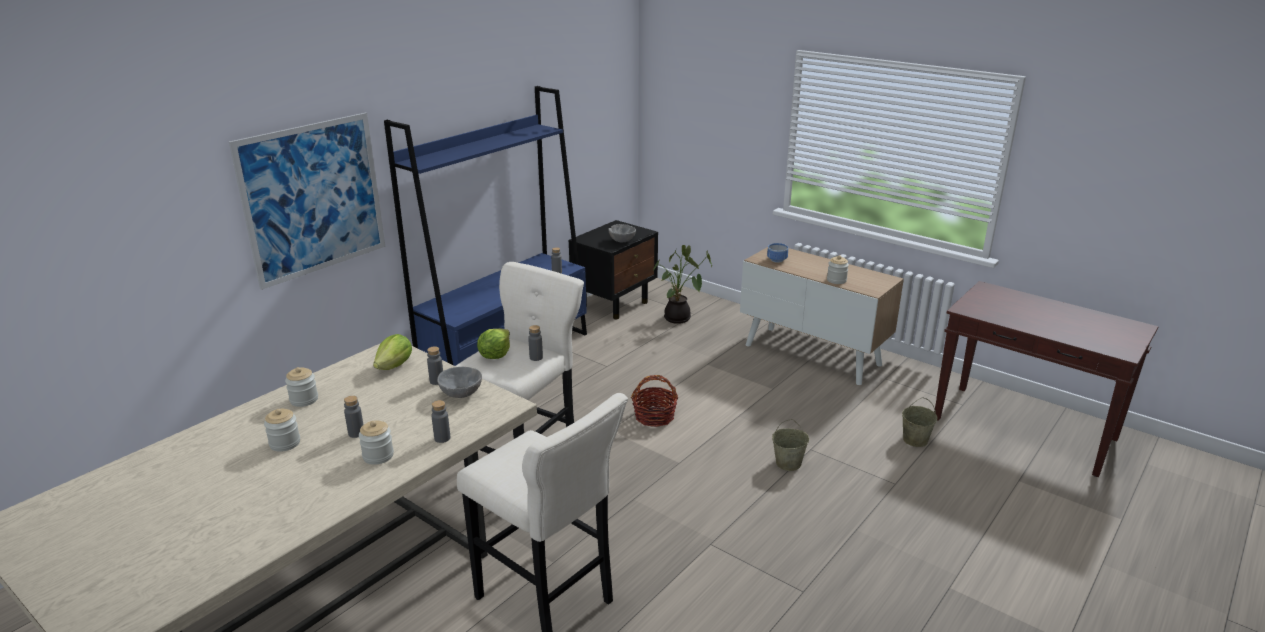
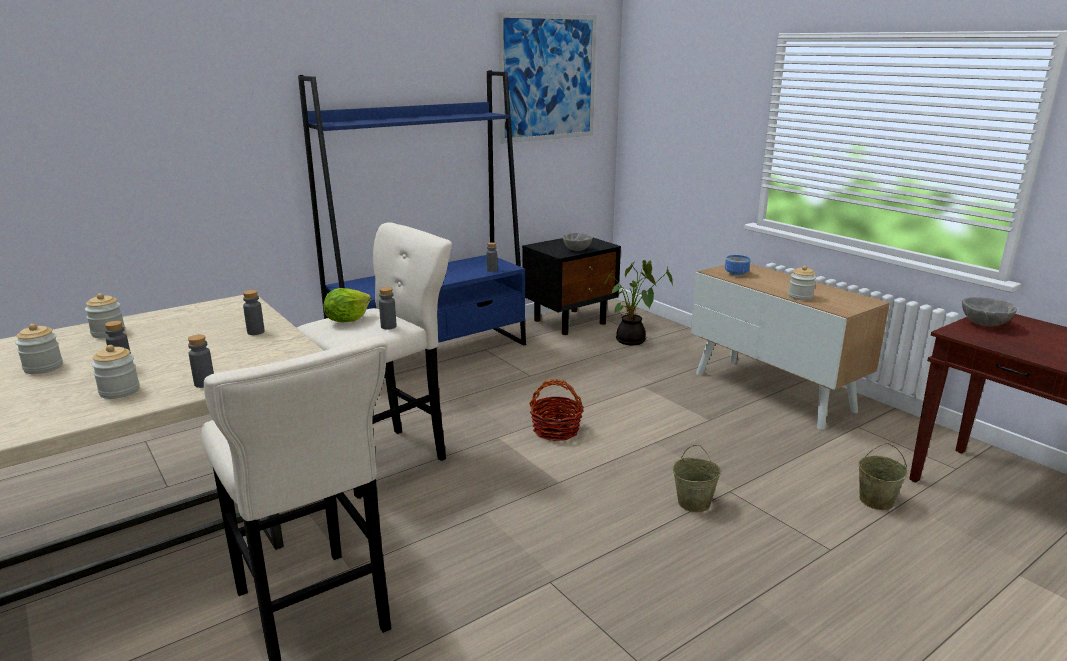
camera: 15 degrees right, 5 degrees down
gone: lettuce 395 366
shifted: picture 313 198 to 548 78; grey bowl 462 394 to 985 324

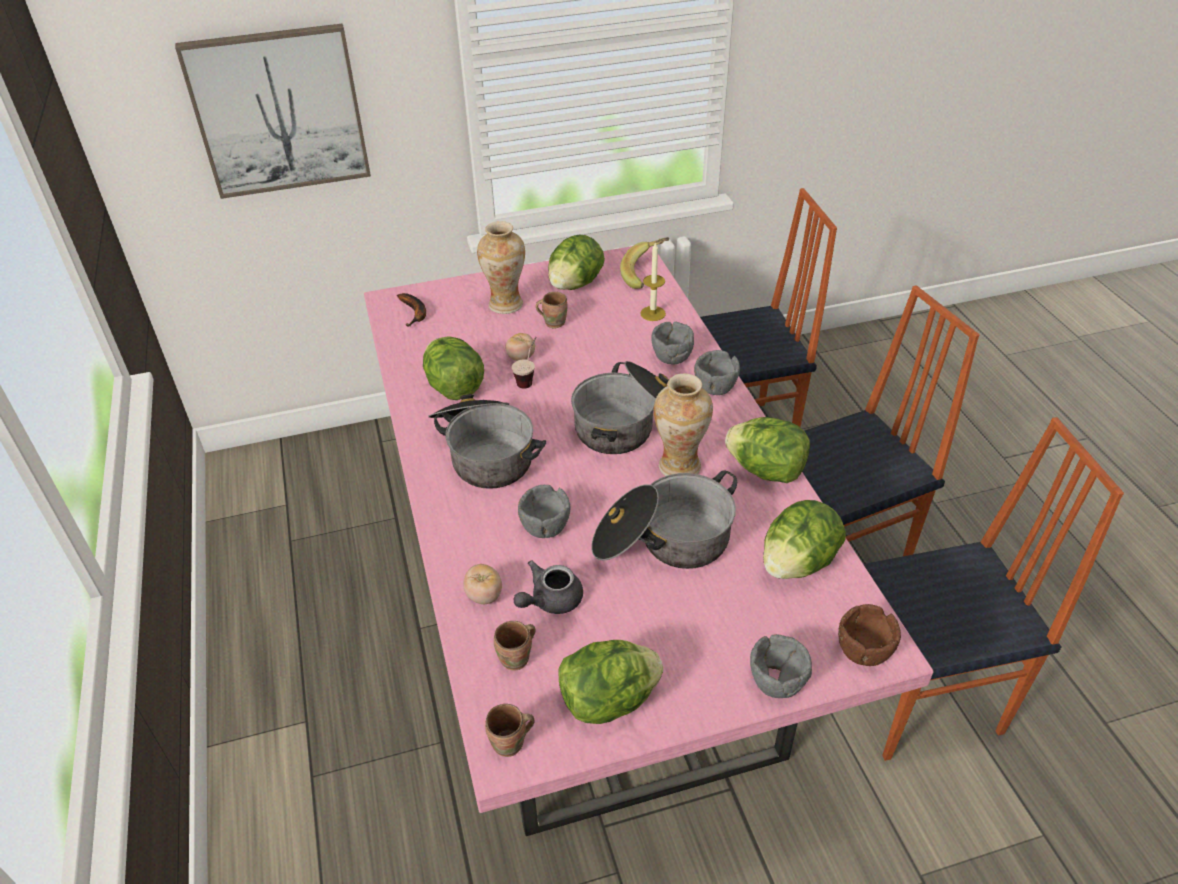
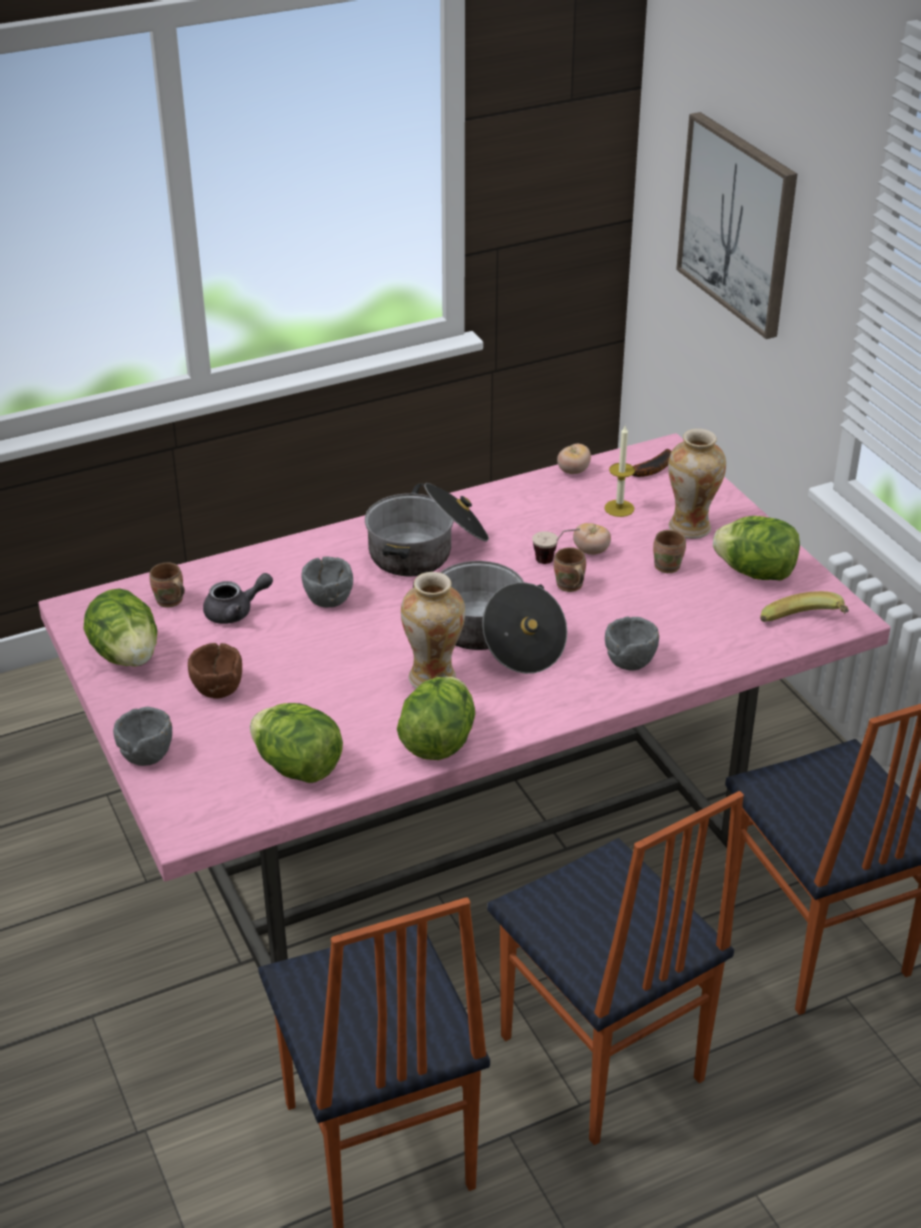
camera: 80 degrees right, 5 degrees down
gone: lettuce 454 387; cooking pot 663 541; grey bowl 715 387
shifted: tomato 484 595 to 573 471; brown mug 510 744 to 569 587; candle 653 313 to 619 508; brown bowl 863 651 to 217 688
rotated: grey teapot 550 600 = 236 612 120 degrees clockwise

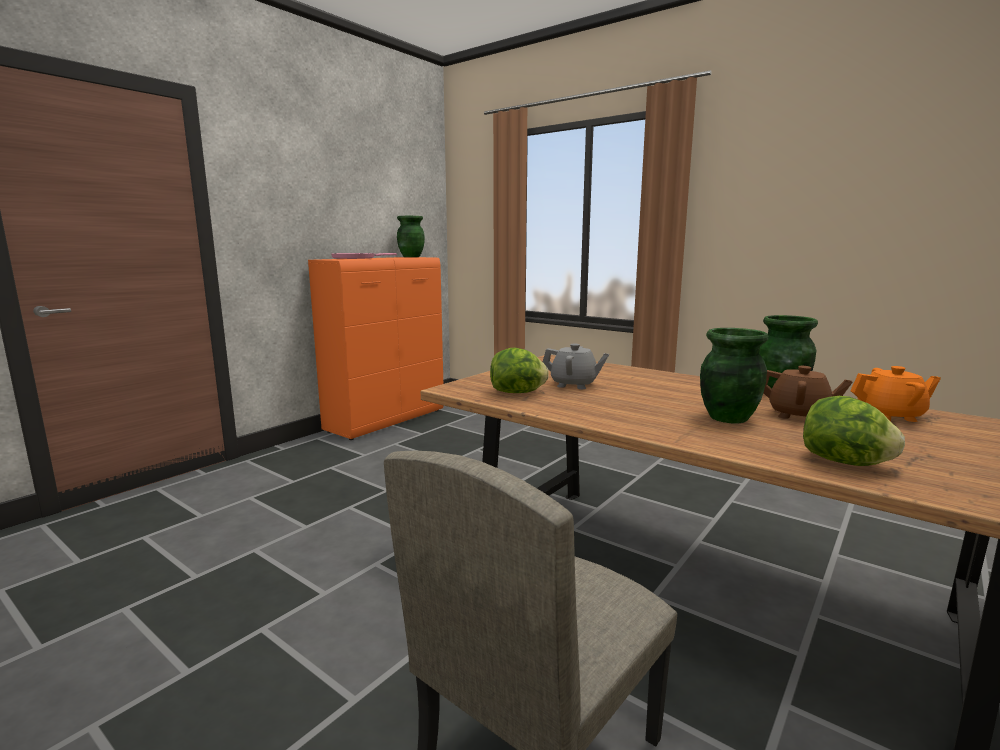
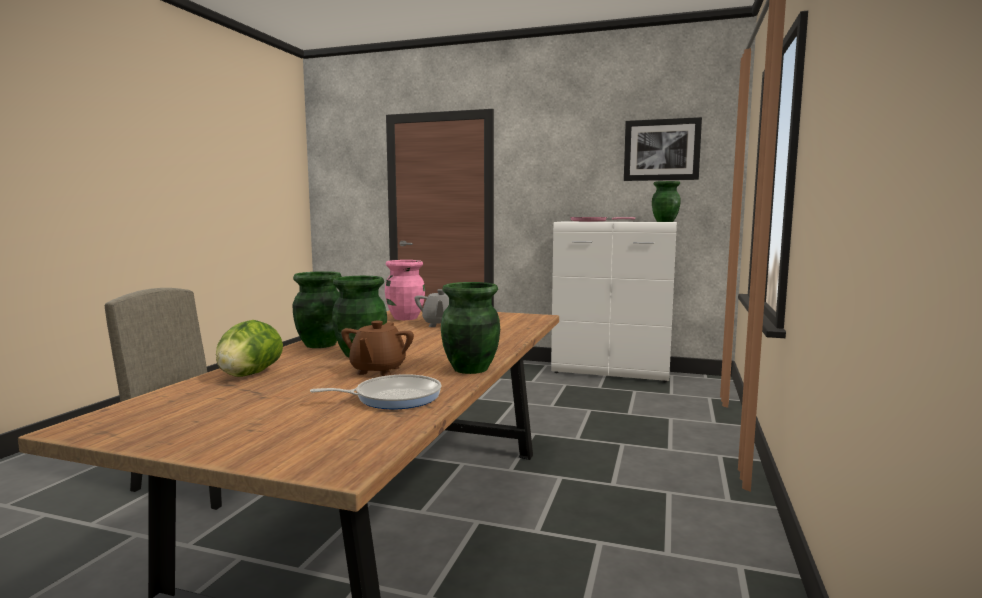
camera: 70 degrees right, 5 degrees down
new: green vase 319 345; picture 661 150
swapped: lettuce 518 393 to pink vase 405 318; orange teapot 890 416 to frying pan 393 397
repainted: orange cabinet 387 420 to white cabinet 611 373

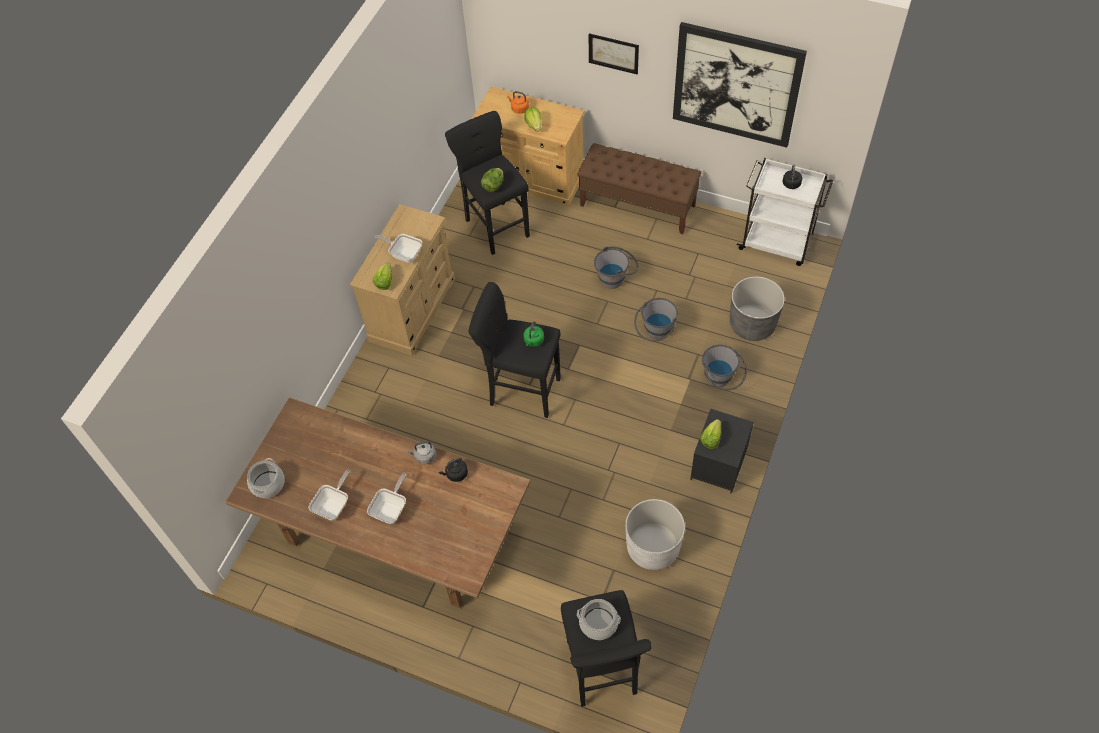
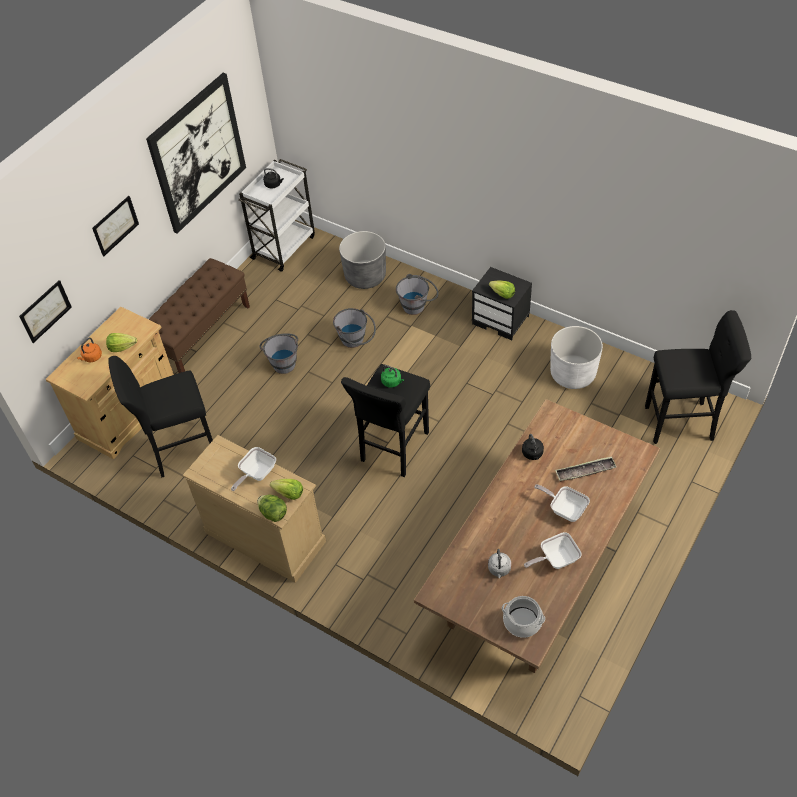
camera: 80 degrees left, 5 degrees down
gone: cooking pot 598 623
new: picture 45 311; tray 585 471
shifted: grey kettle 424 456 to 499 569; lettuce 493 186 to 273 513
rotated: frying pan 334 505 = 555 559 60 degrees counterclockwise

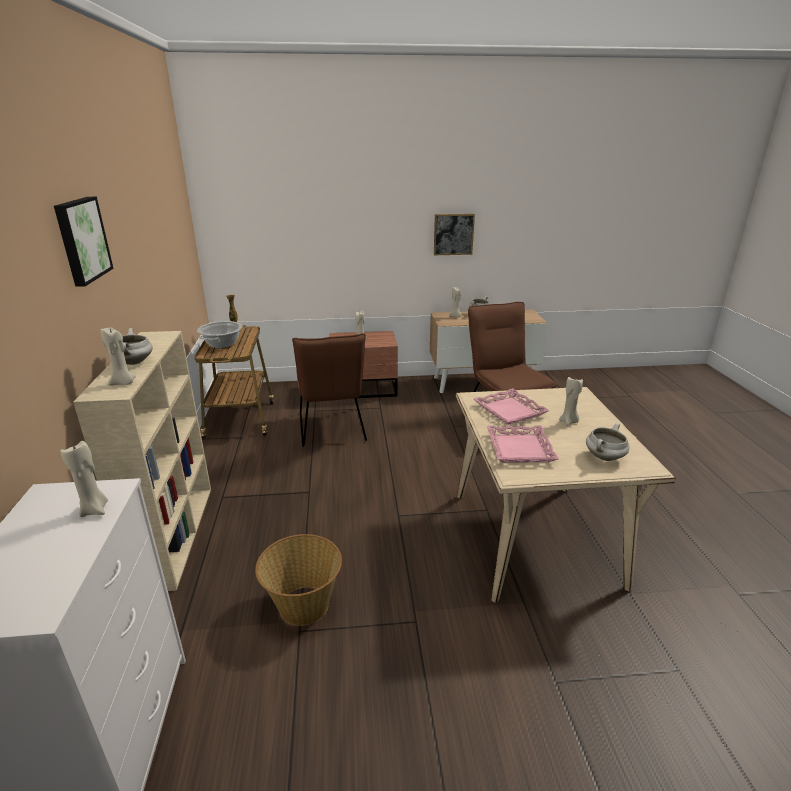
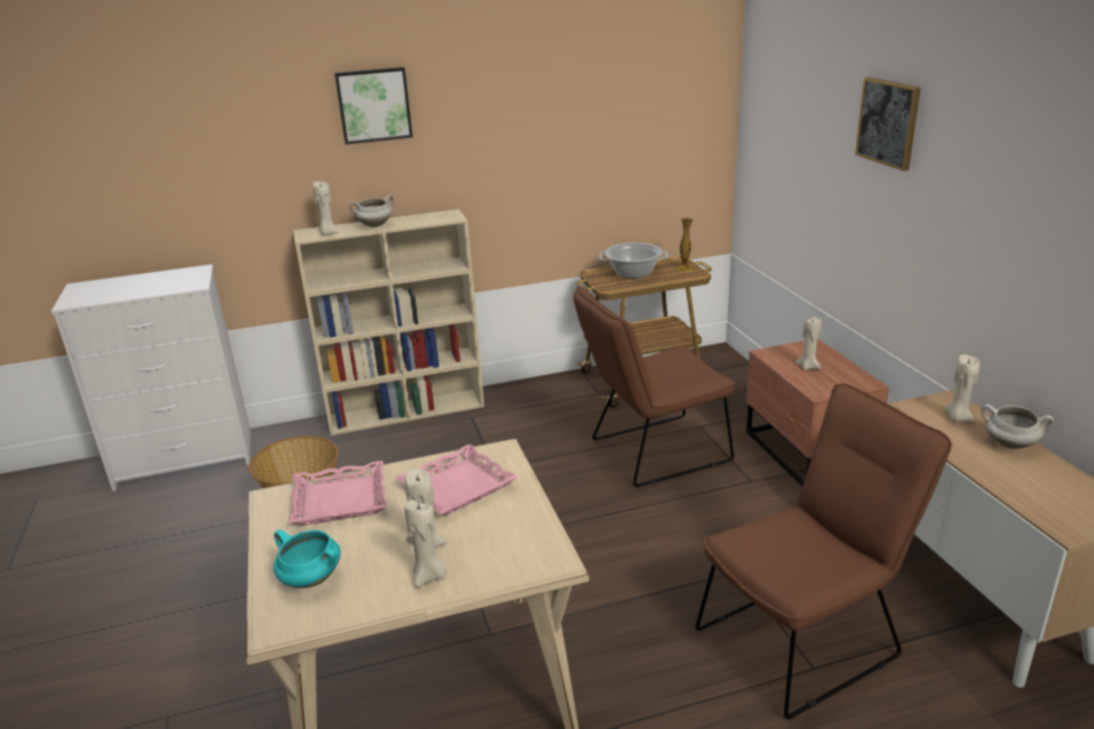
camera: 80 degrees right, 0 degrees up
shifted: beige candle 95 509 to 429 576; picture 453 234 to 888 122
repainted: white cooking pot 604 457 to turquoise cooking pot 310 579

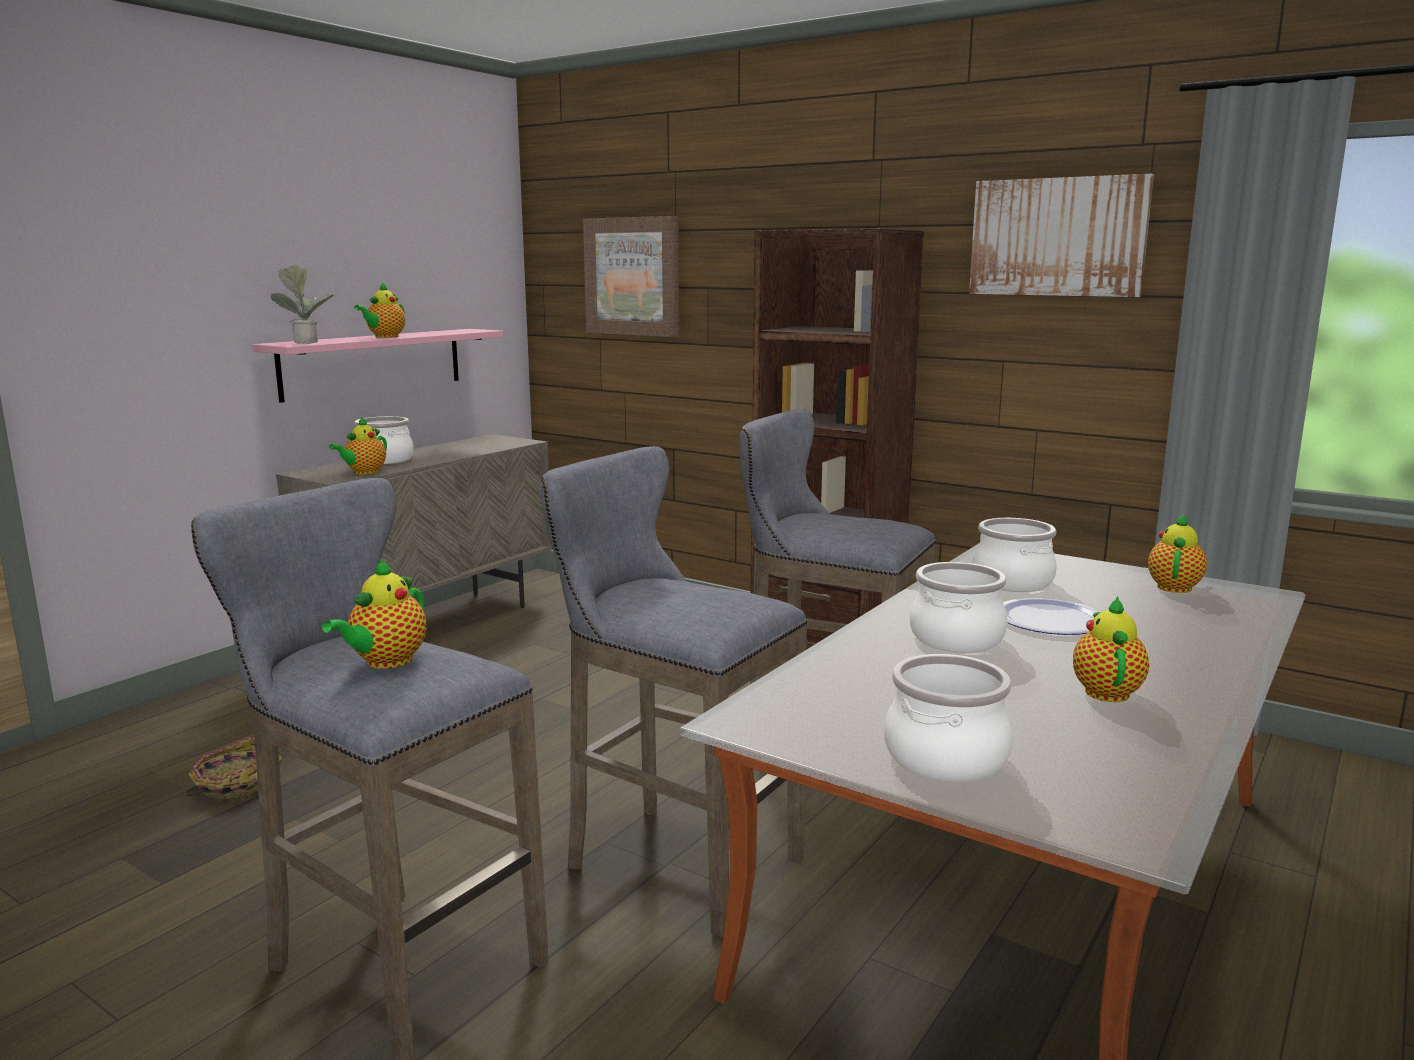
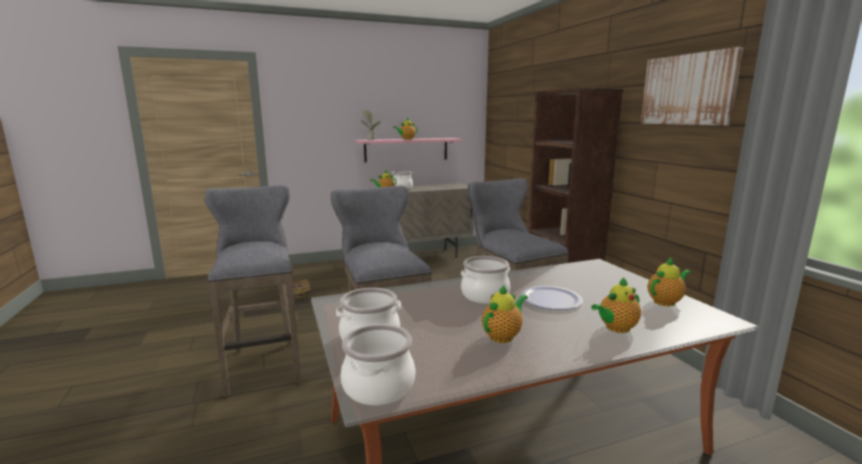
camera: 35 degrees right, 0 degrees up
gone: picture 633 276
shifted: teapot 385 662 to 615 328; cooking pot 1013 582 to 379 386

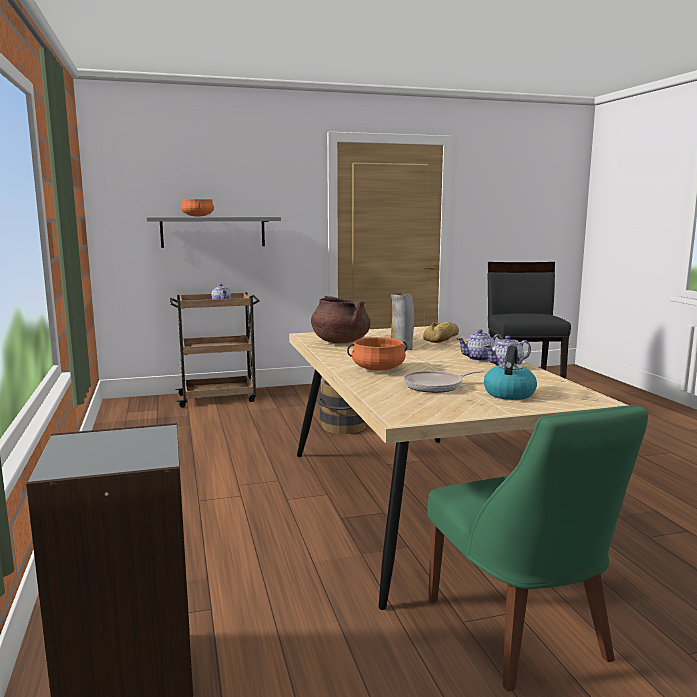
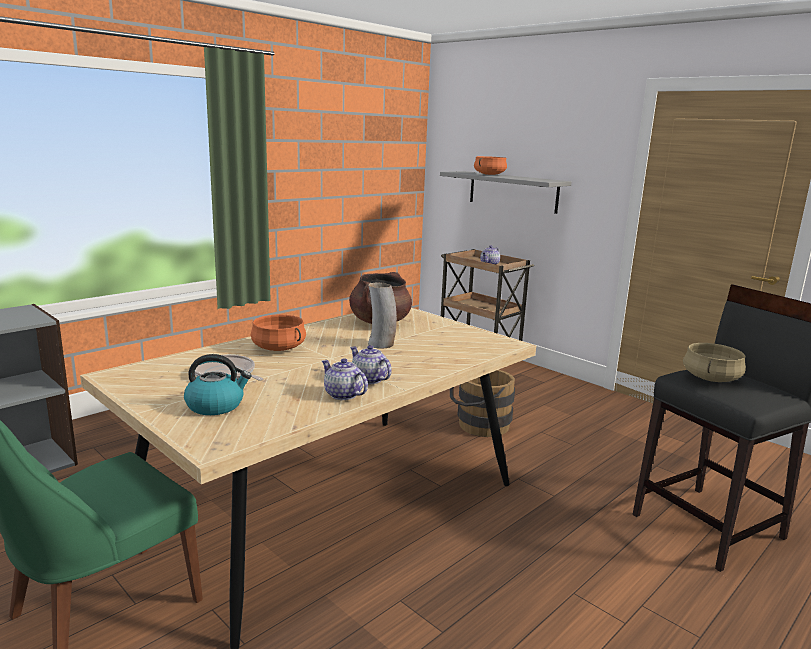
camera: 60 degrees right, 5 degrees up
gone: bread 443 338
new: beige cooking pot 711 378

